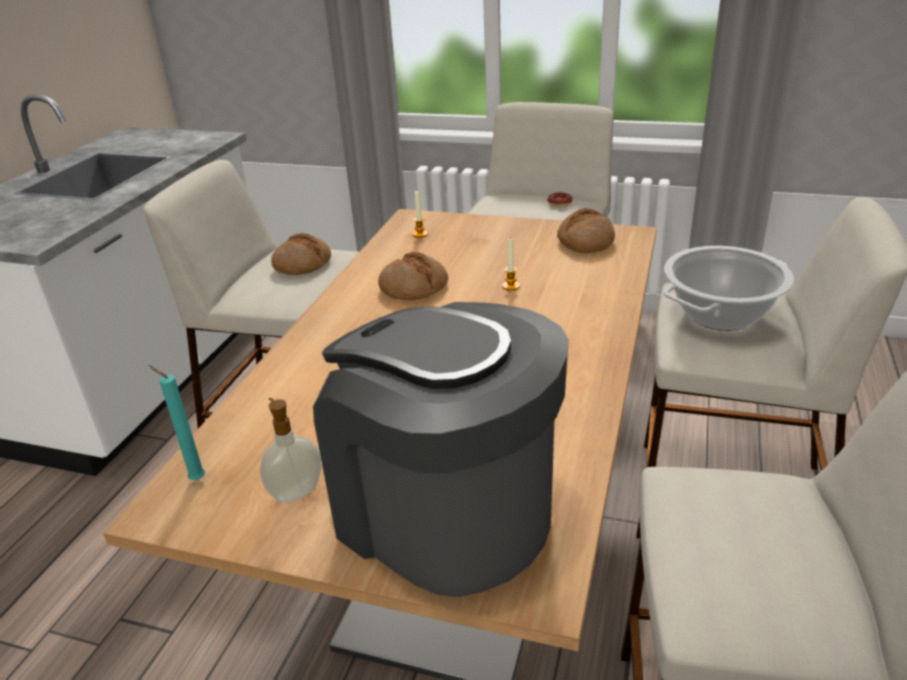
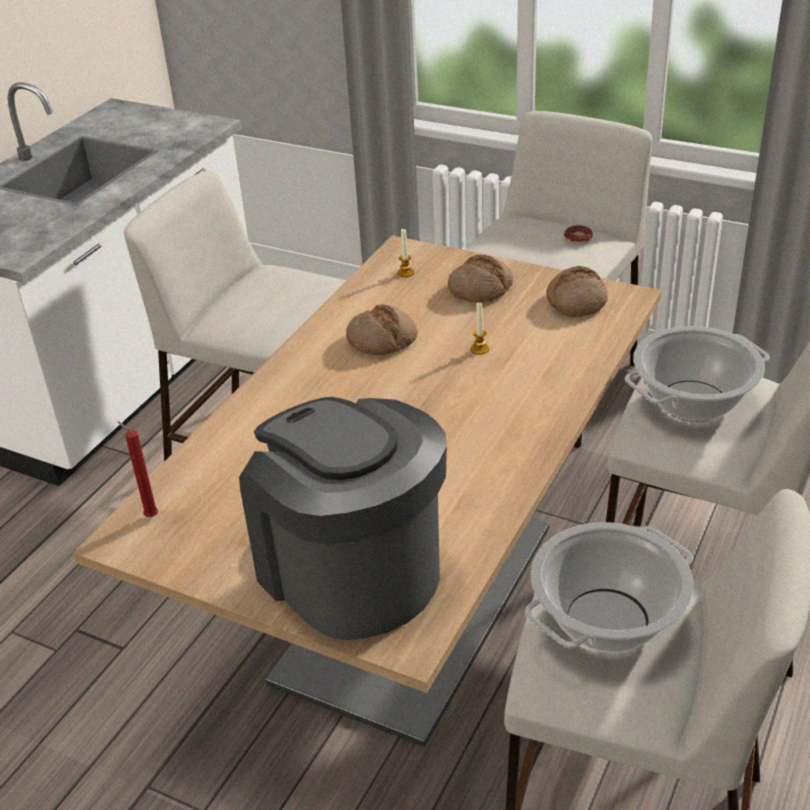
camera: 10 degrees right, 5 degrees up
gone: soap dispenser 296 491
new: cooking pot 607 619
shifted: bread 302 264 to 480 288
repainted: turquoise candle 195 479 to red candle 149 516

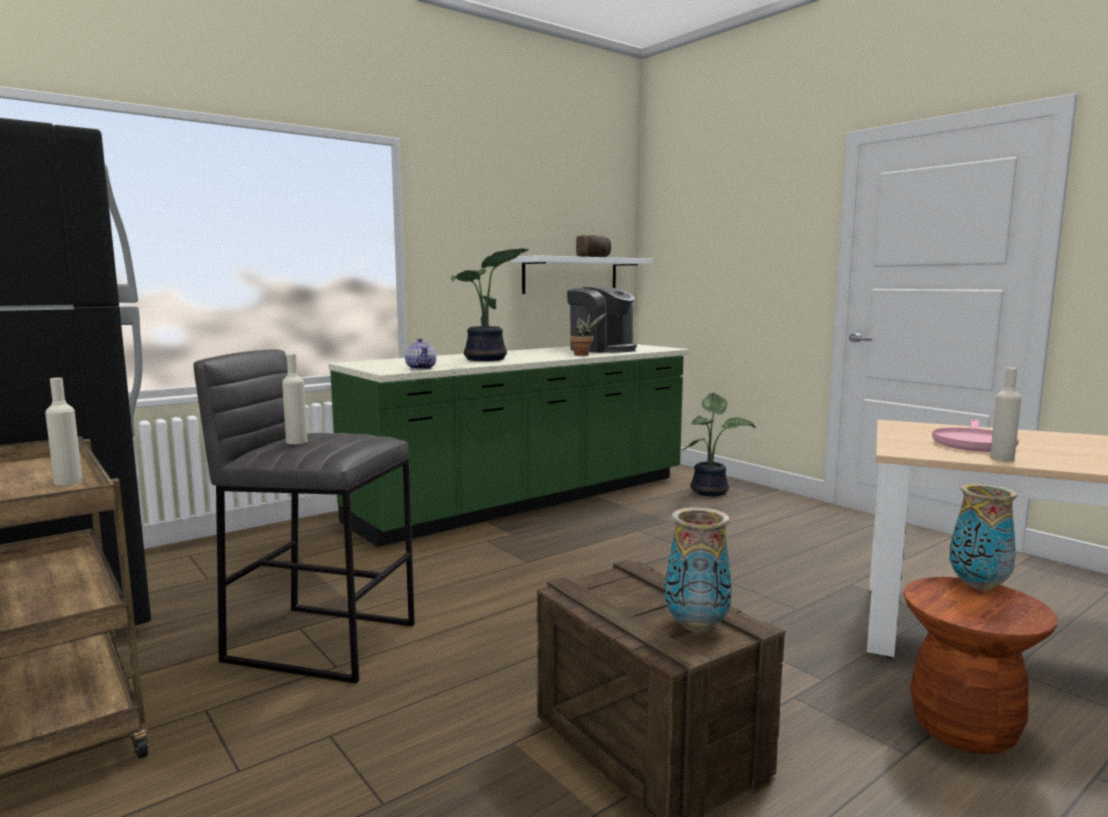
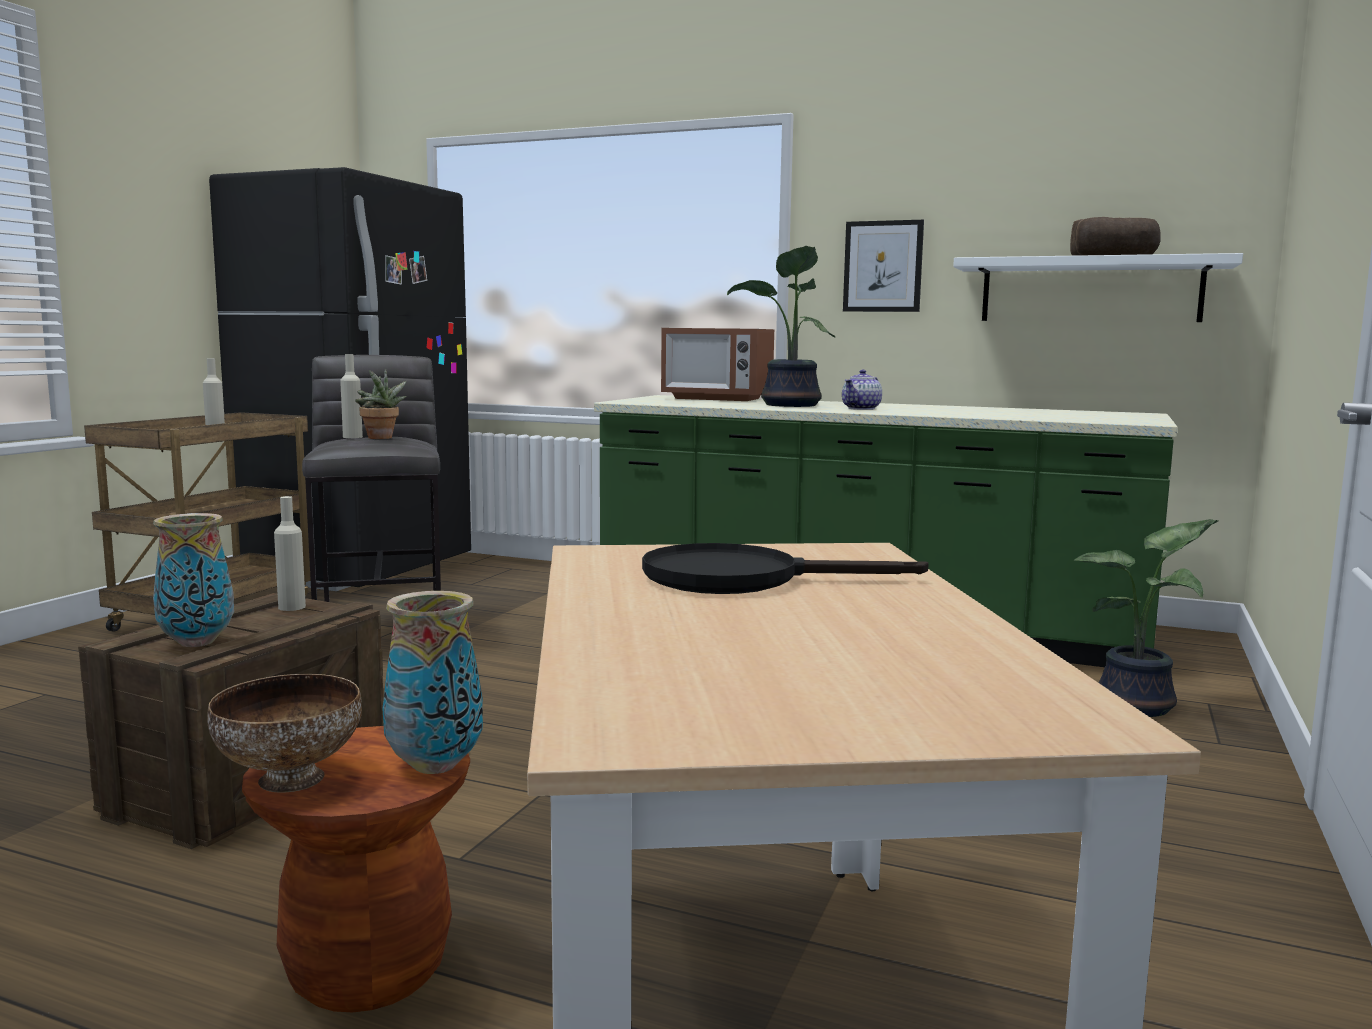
camera: 60 degrees right, 0 degrees up
gone: coffee machine 602 349
new: bowl 288 779; microwave 717 398; picture 883 266
shifted: teapot 421 368 to 862 408; potted plant 583 354 to 381 438; beige bottle 1002 458 to 292 607
repainted: pink frying pan 972 442 to black frying pan 743 579

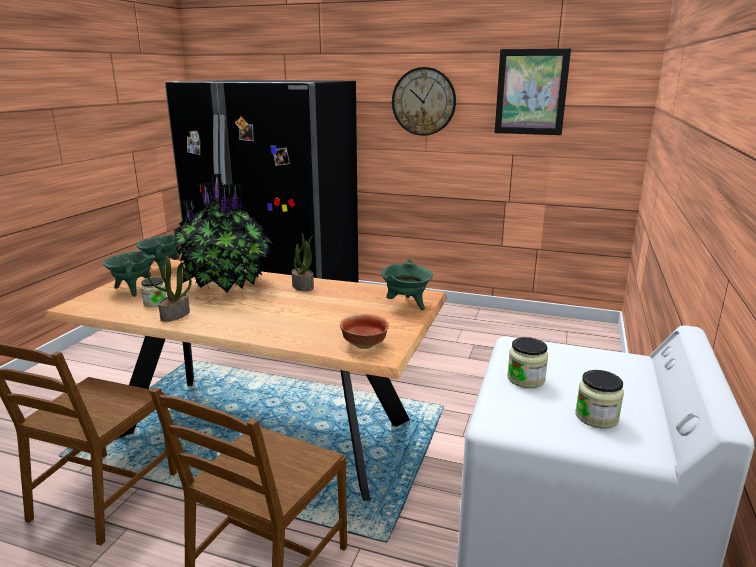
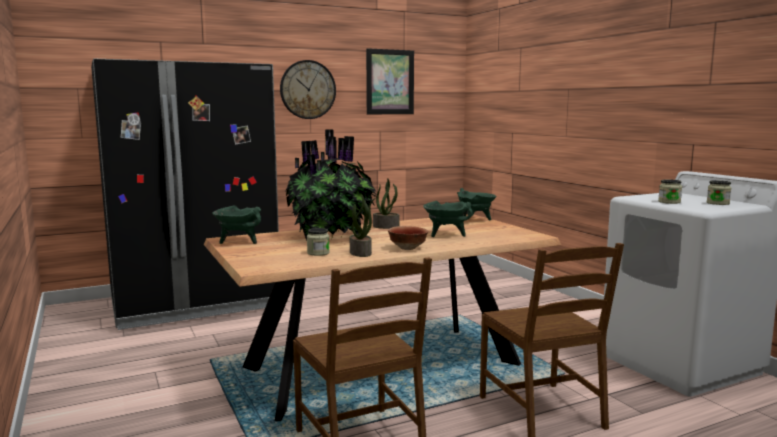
camera: 45 degrees left, 10 degrees down
shifted: green cooking pot 133 289 to 446 235; bowl 365 345 to 408 248

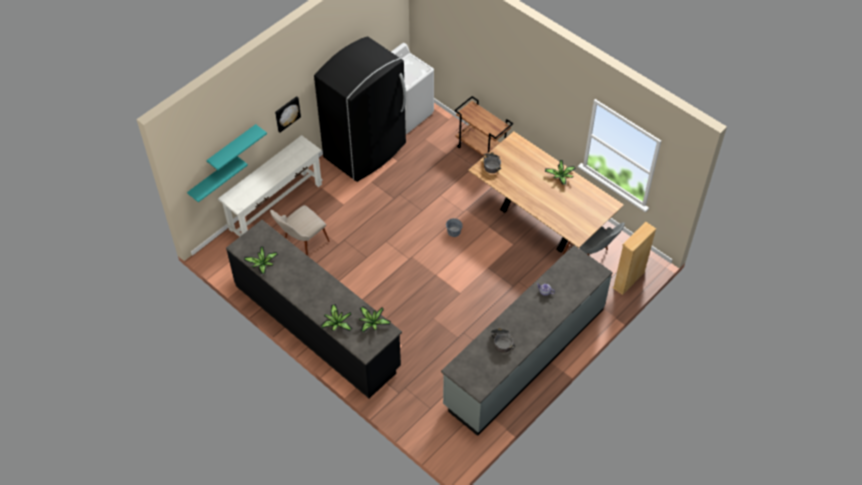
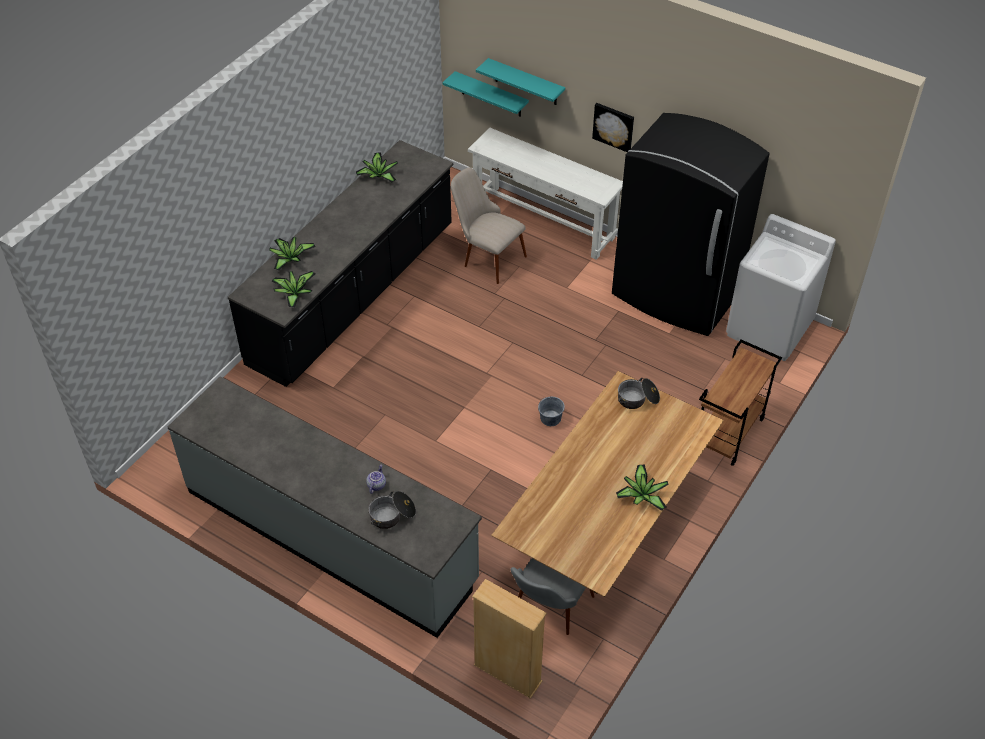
camera: 80 degrees right, 5 degrees down
shifted: cooking pot 502 342 to 392 515

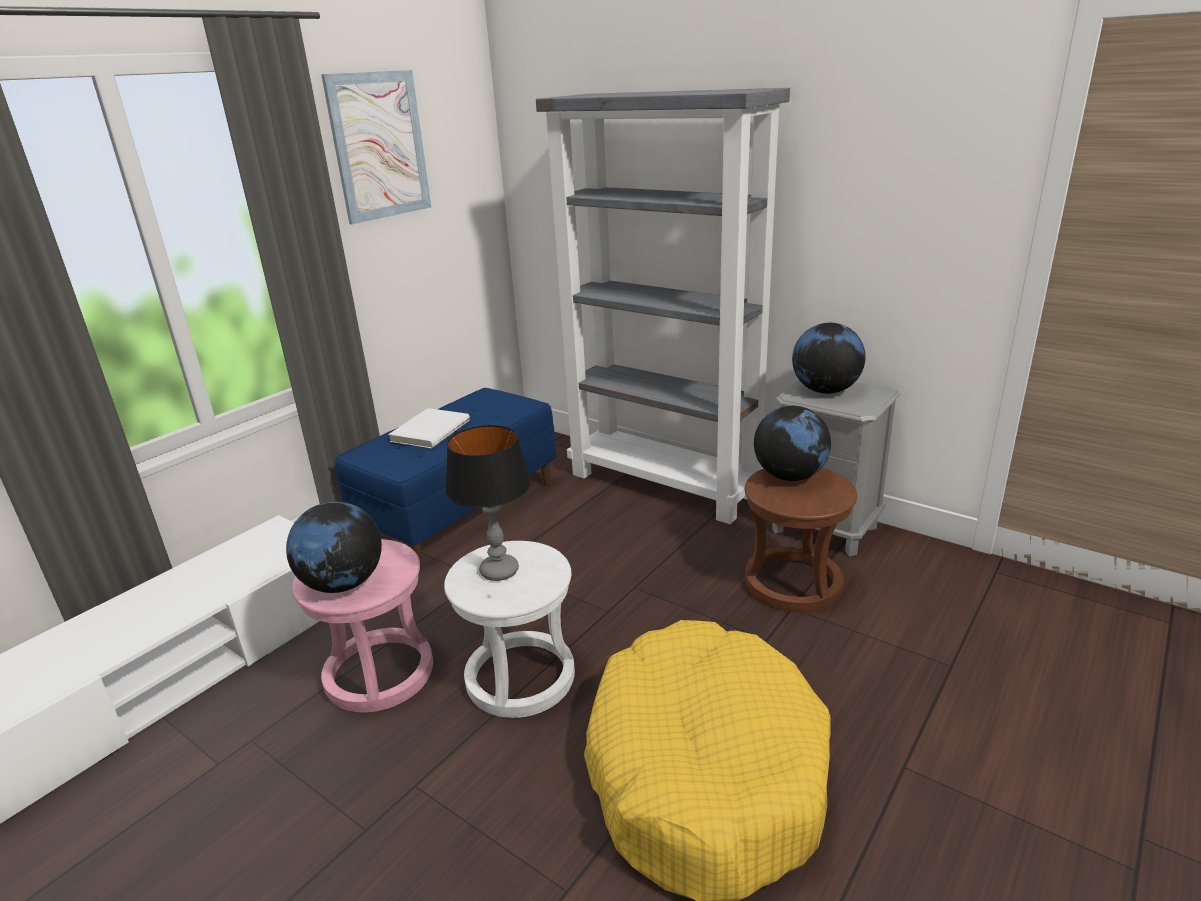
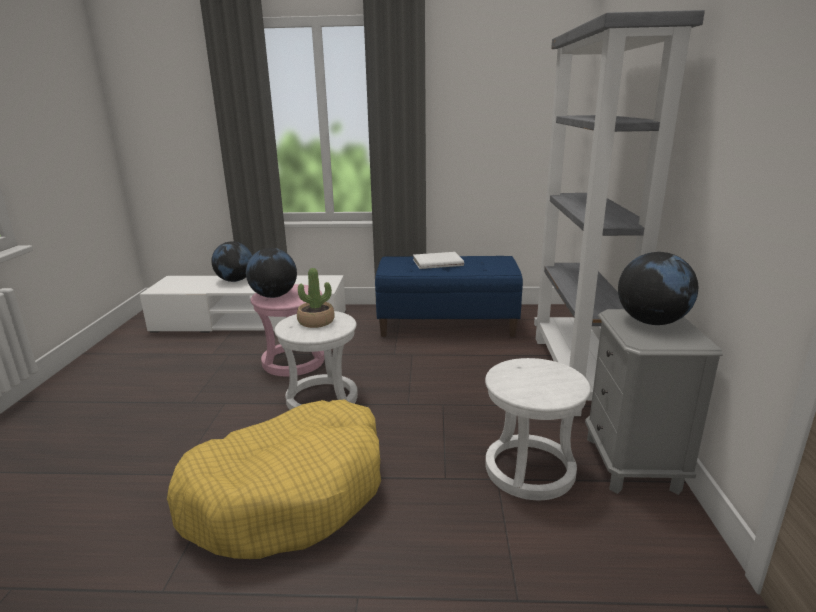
camera: 55 degrees right, 5 degrees down
gone: picture 379 146
shifted: globe 790 476 to 235 280
swapped: table lamp 499 571 to potted plant 316 322
repainted: brown stool 793 583 to white stool 530 470

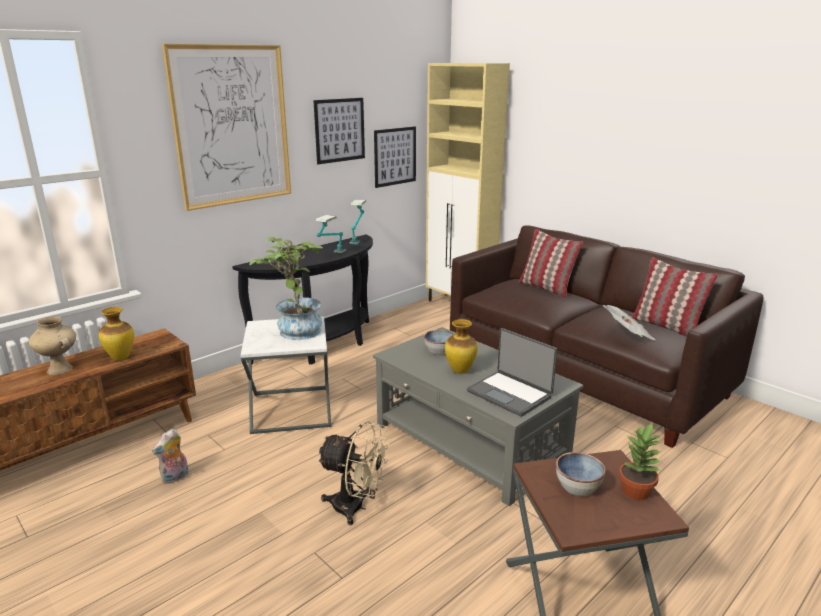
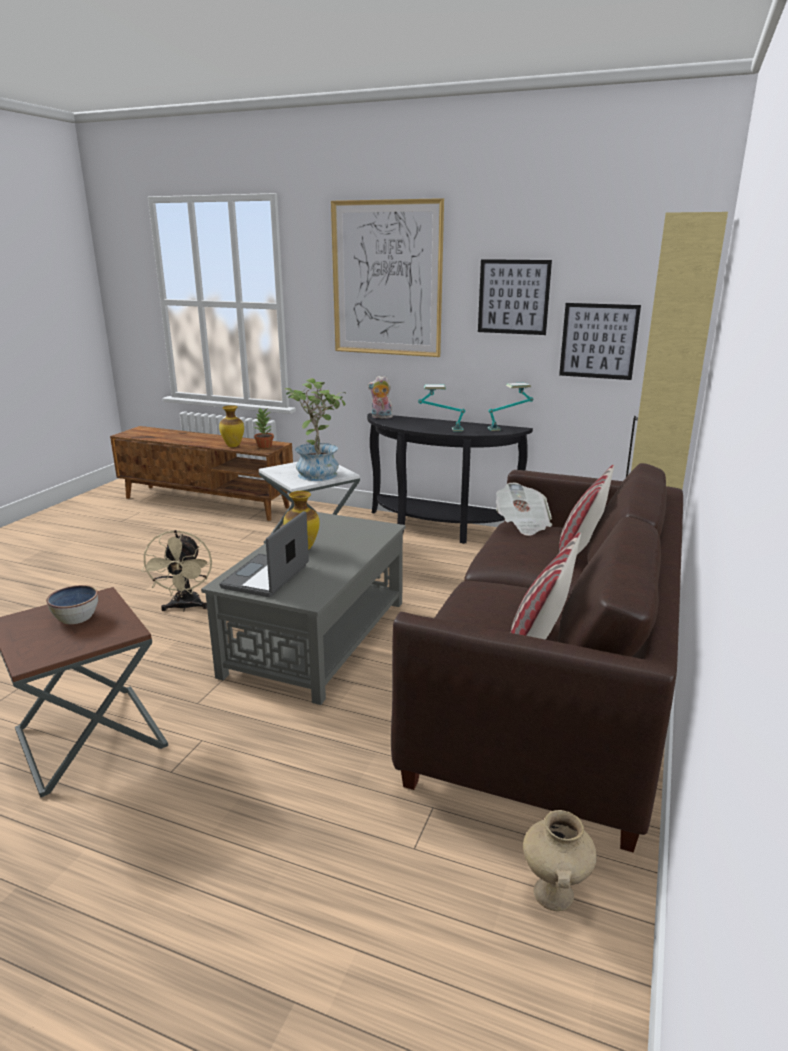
camera: 65 degrees right, 0 degrees up
gone: bowl 439 351
shifted: beige vase 60 369 to 554 894; plush toy 175 478 to 381 417; newspaper 627 335 to 522 524; potted plant 636 491 to 264 446

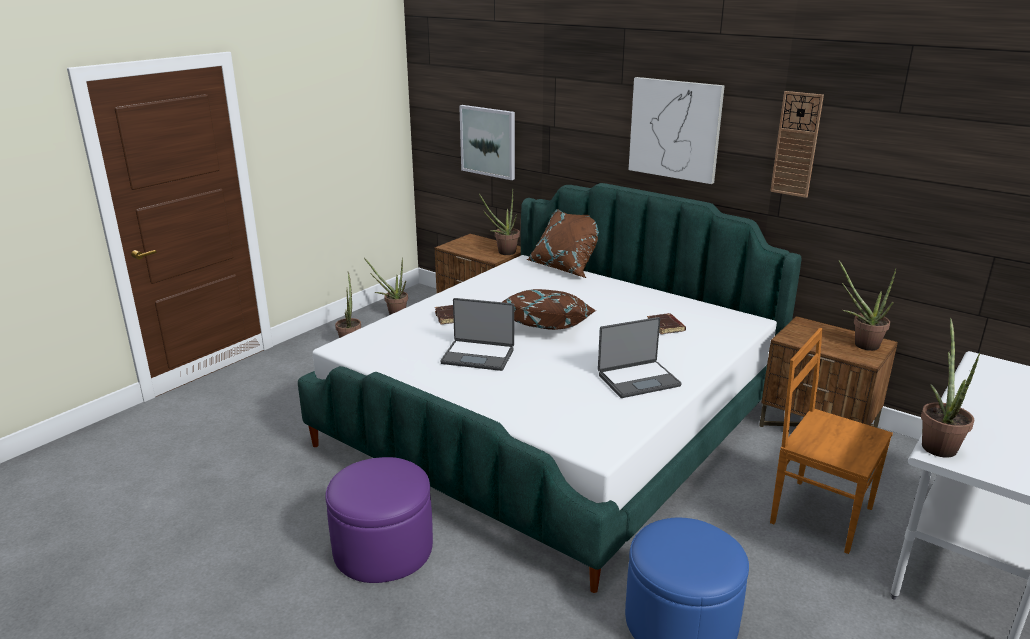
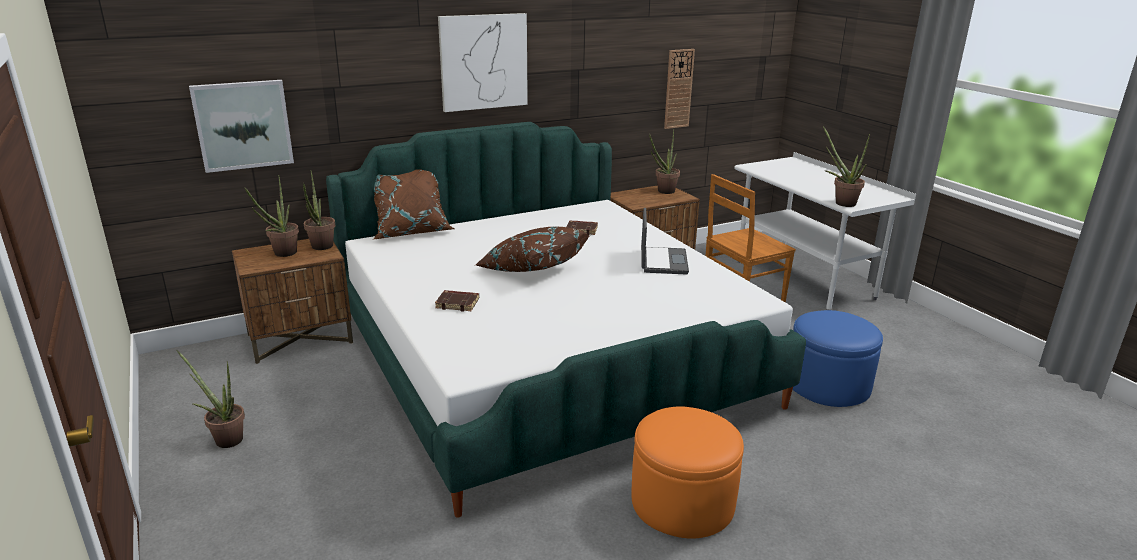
camera: 65 degrees left, 0 degrees up
gone: laptop 478 356
shifted: potted plant 393 314 to 282 254; wall clock 796 144 to 678 89
repainted: purple ottoman 383 548 to orange ottoman 682 502

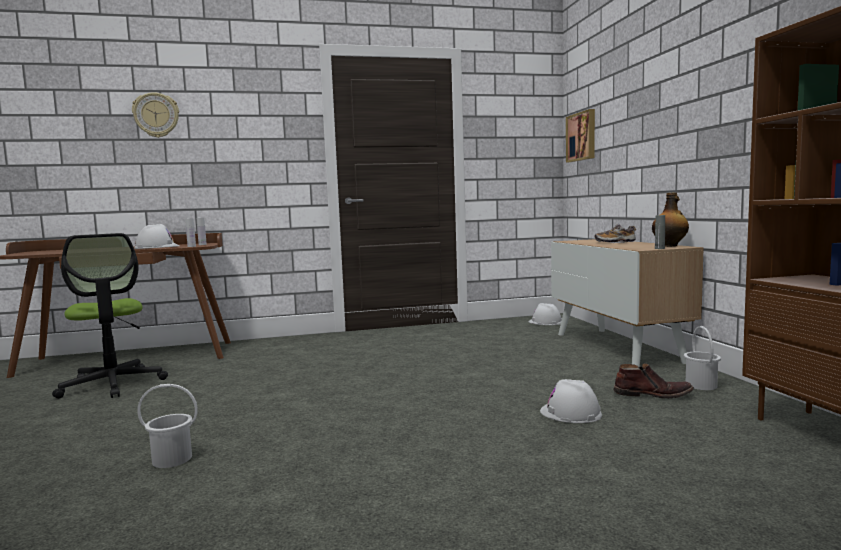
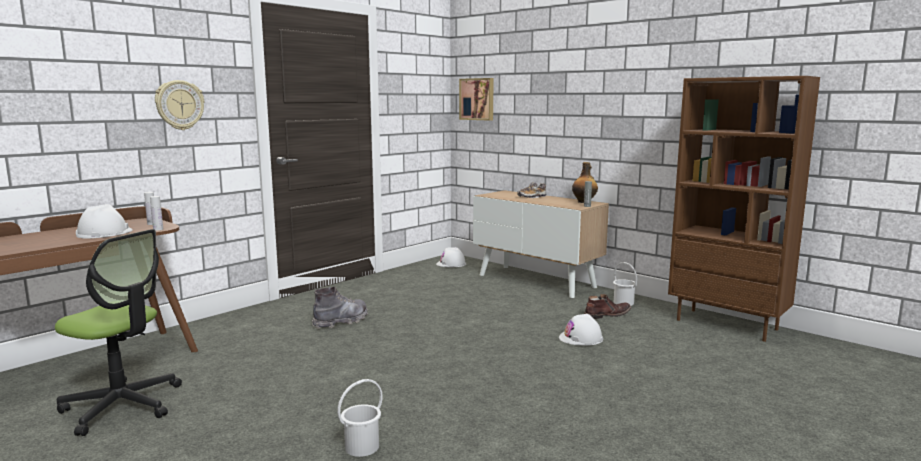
camera: 35 degrees left, 5 degrees up
new: grey boot 341 321
shifted: wall clock 156 115 to 179 105

